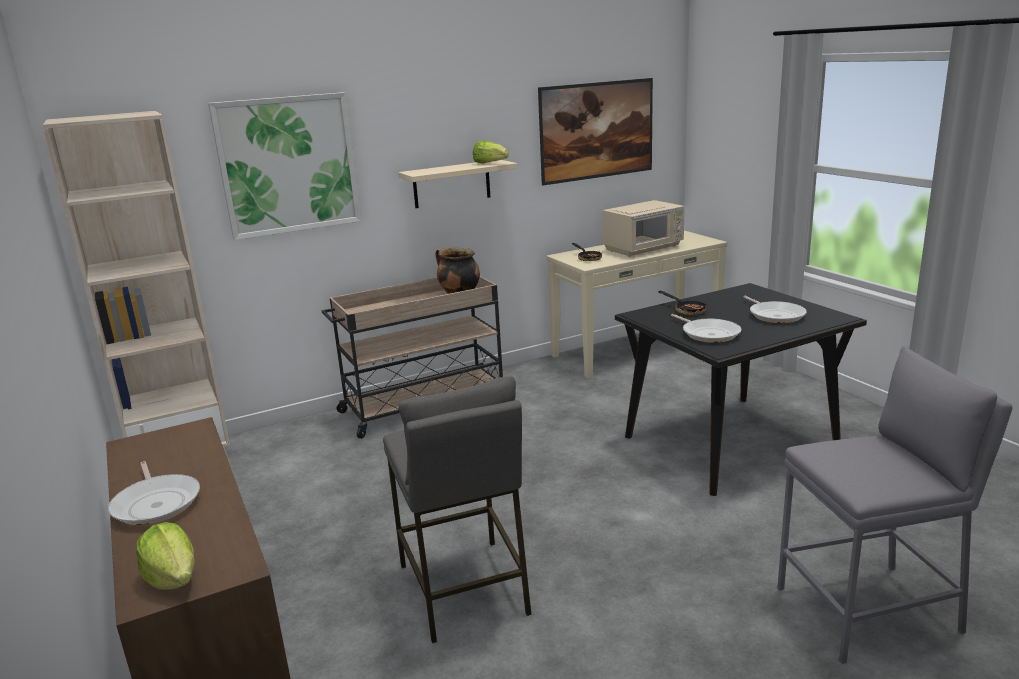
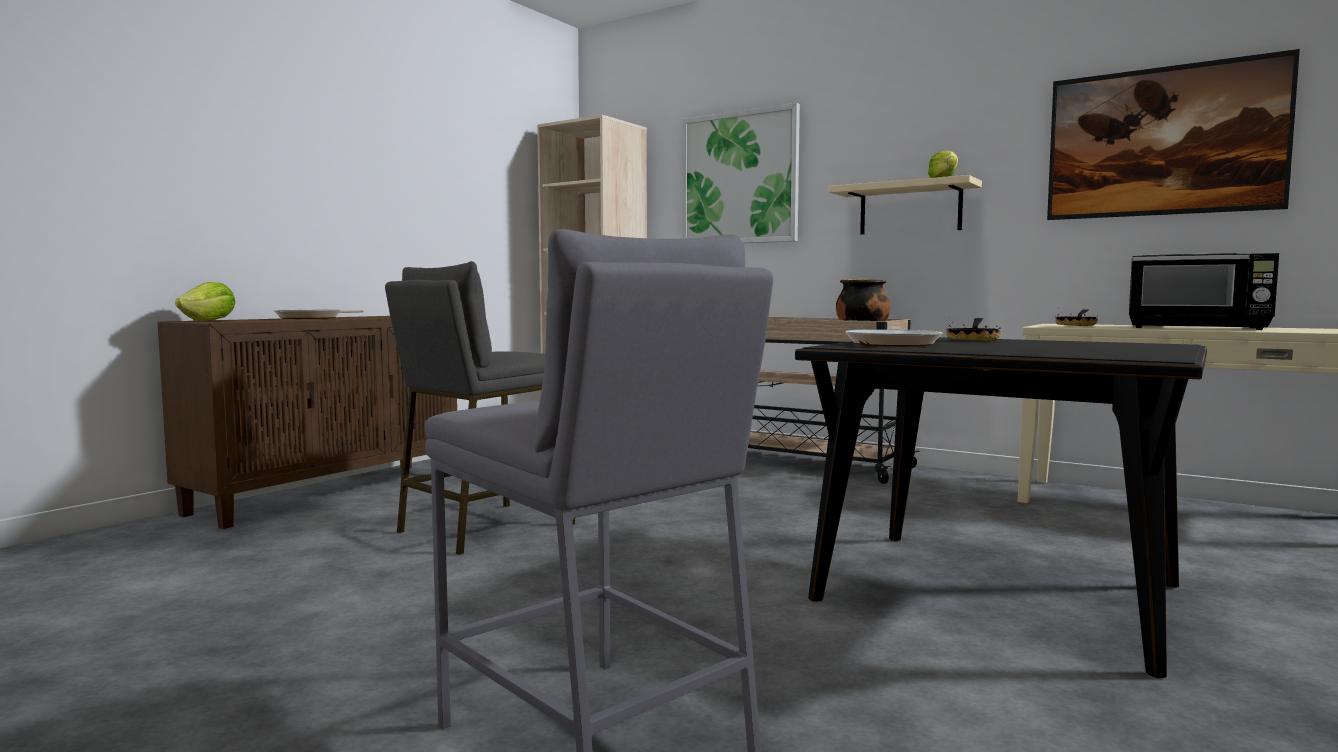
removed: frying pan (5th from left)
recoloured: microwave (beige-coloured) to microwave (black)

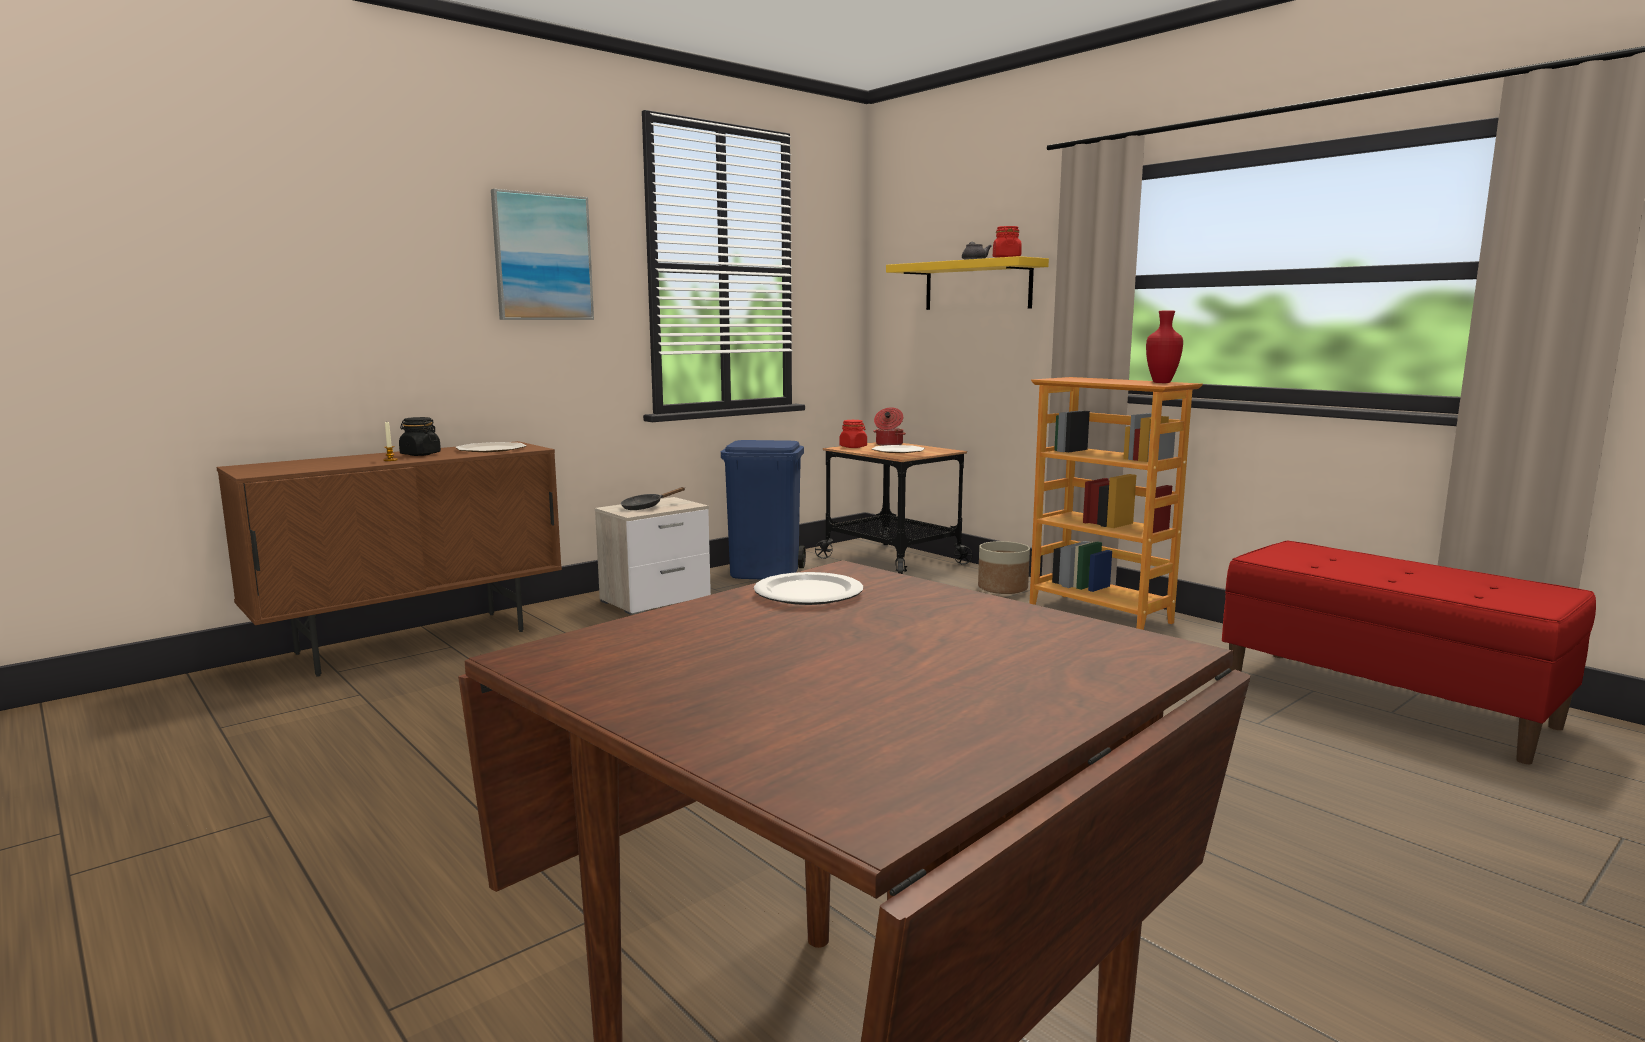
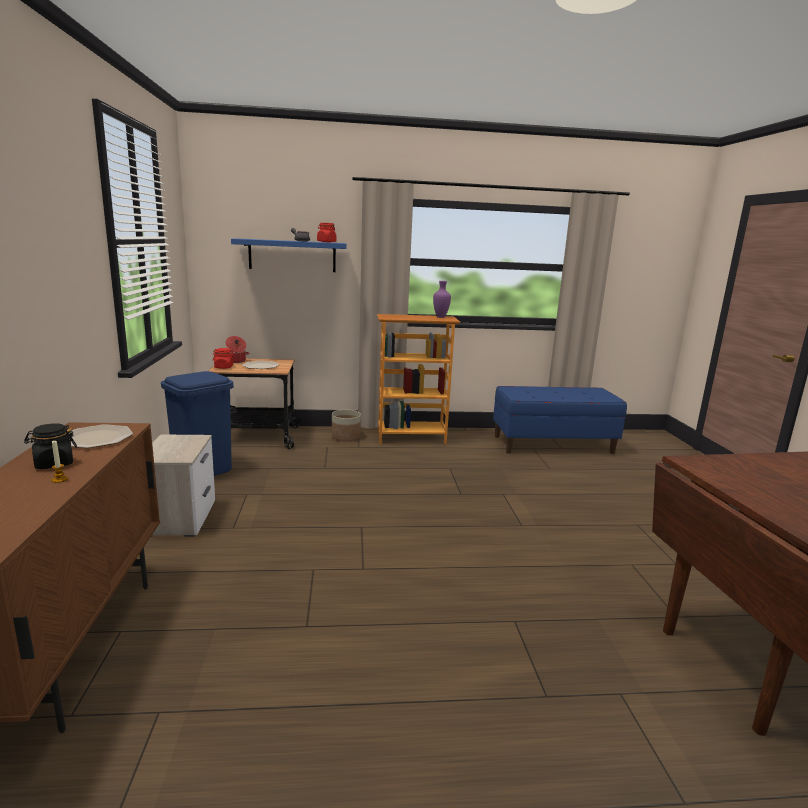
removed: picture; frying pan (black); flat dish (2nd from left)
recoloured: wall shelf (yellowish) to wall shelf (blue); vase (red) to vase (purple-coloured); long seat (red) to long seat (blue)

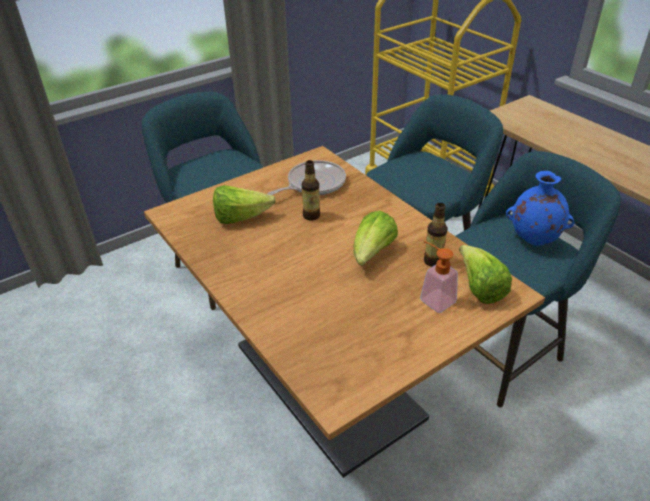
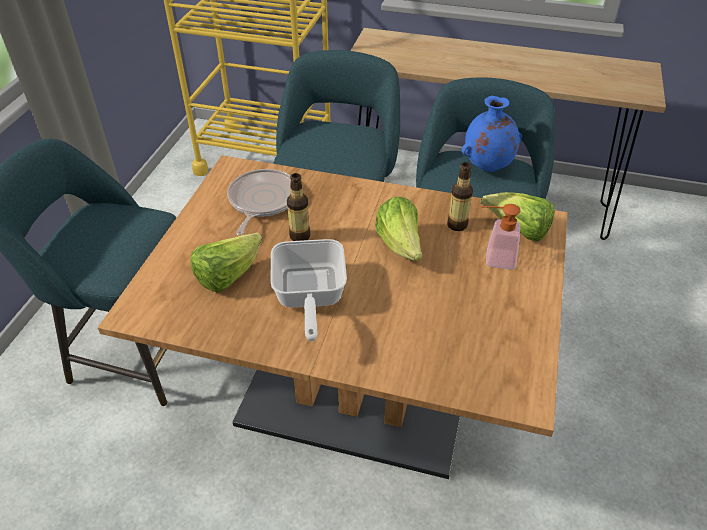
added: frying pan (2nd from left)

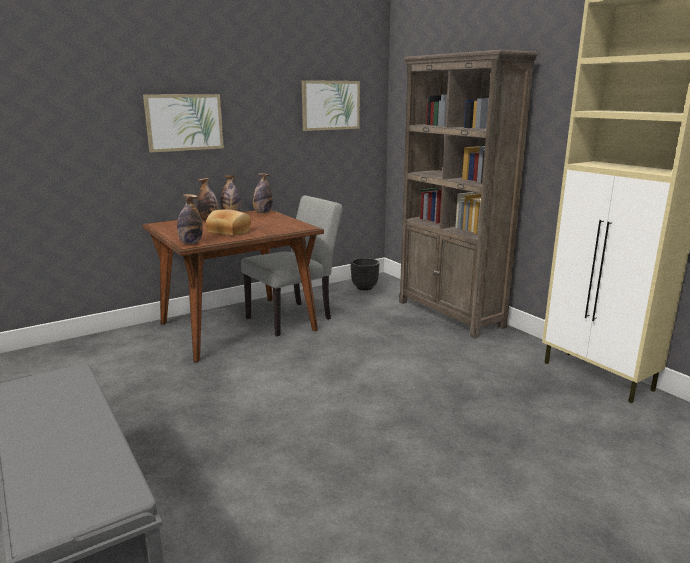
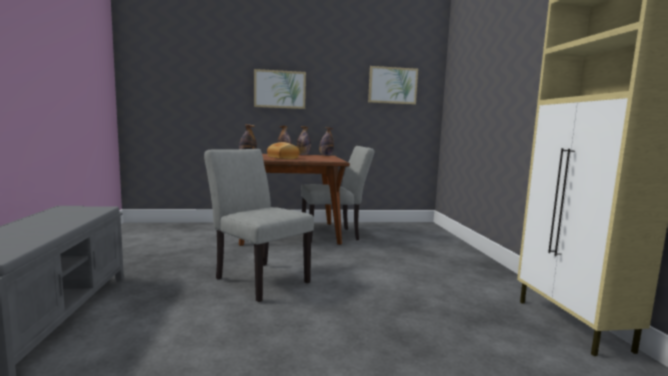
removed: shelving unit (brownish); plant pot (black)
added: upright chair (greyish) (1st from left)

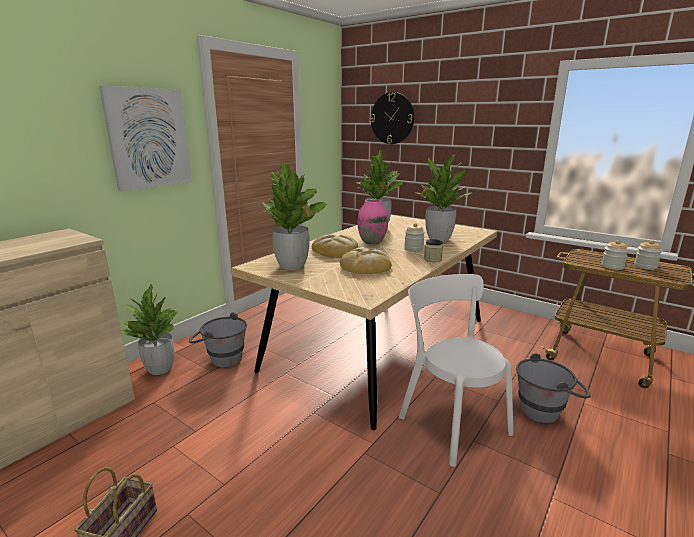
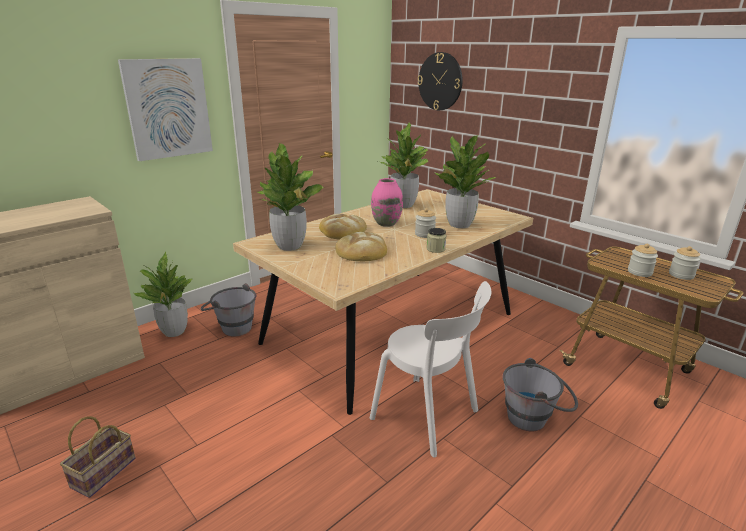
turned: upright chair (white) 150 degrees clockwise

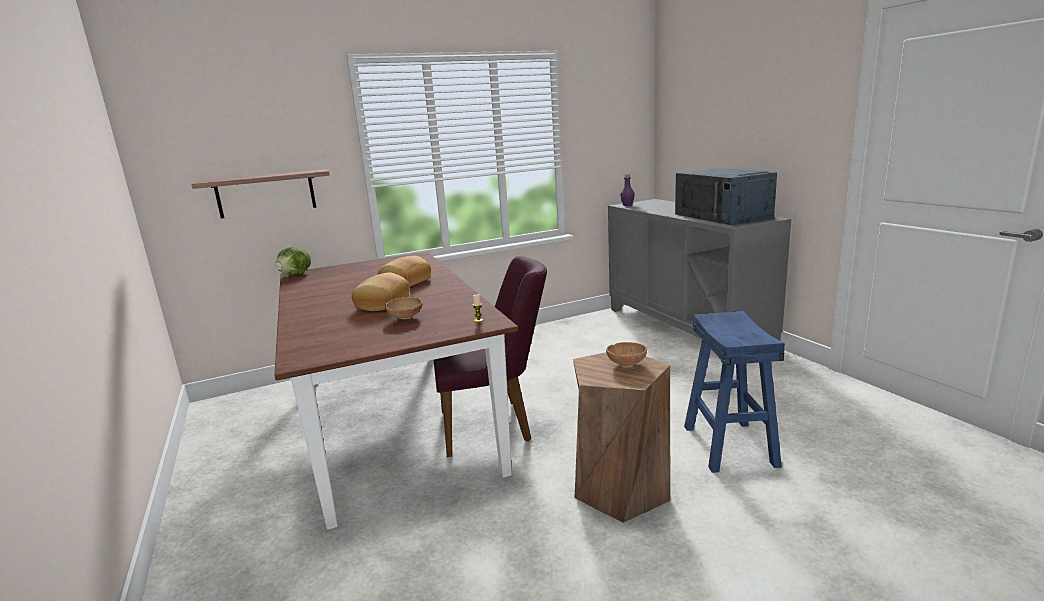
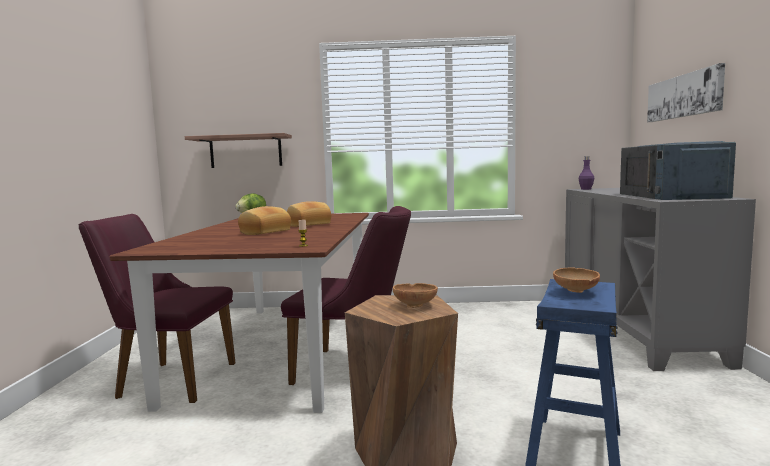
added: picture; upright chair (purple-coloured) (1st from left)
moved: serving bowl (brownish) (1st from left in the first image) to serving bowl (brownish) (2nd from left)

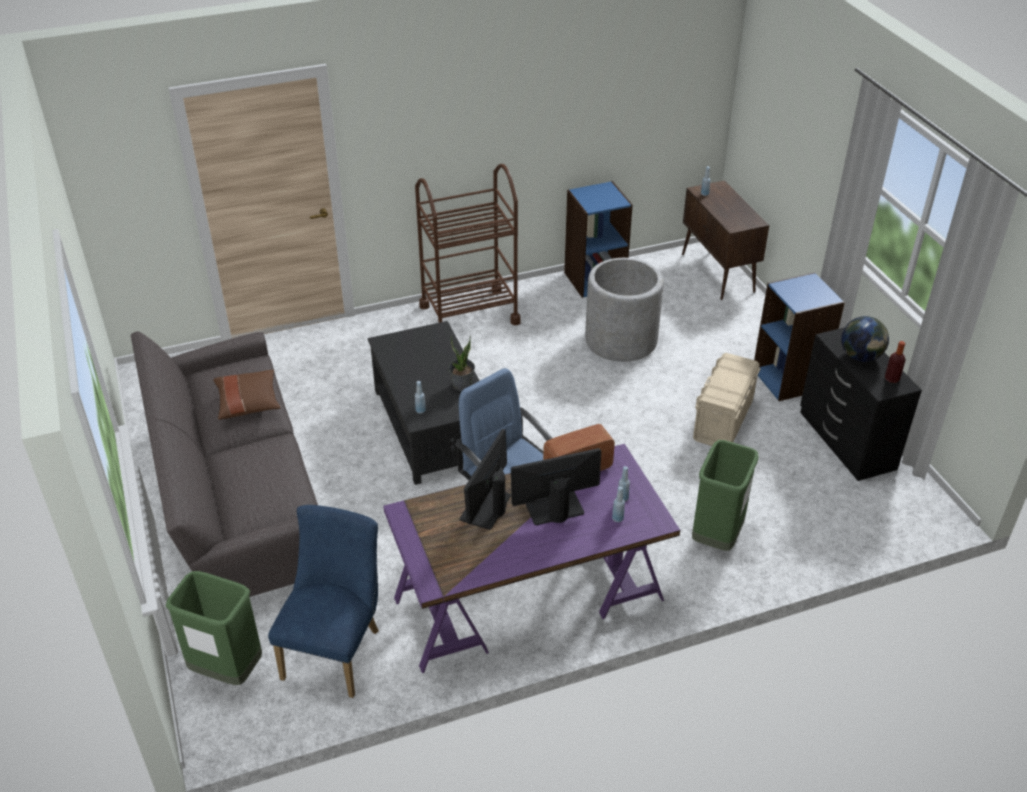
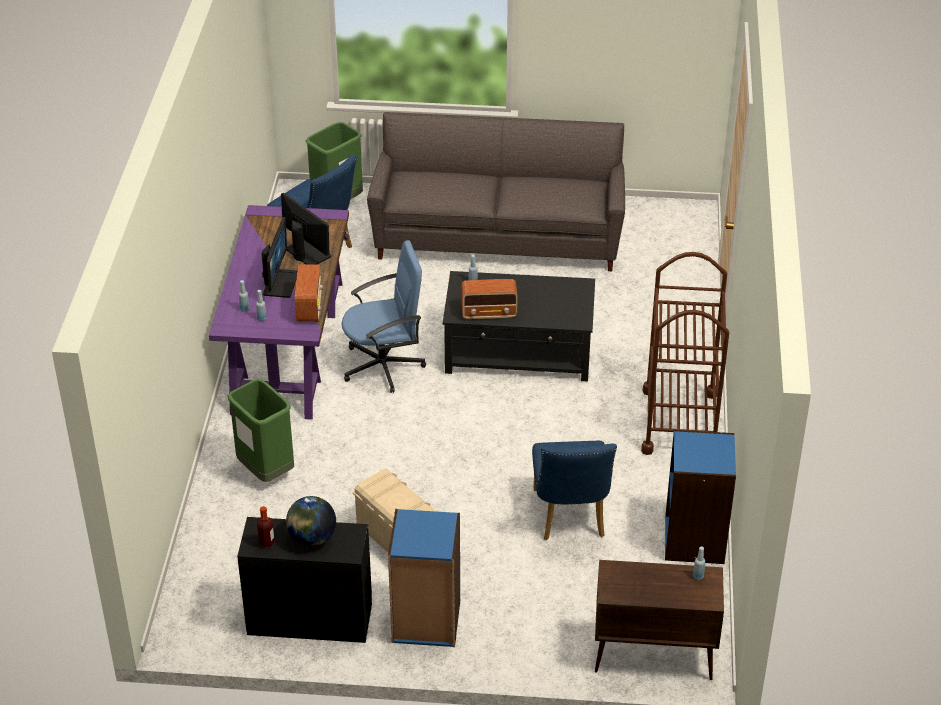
removed: pillow (brownish)
replaced: plant pot (greyish) to upright chair (blue) (2nd from left); potted plant to radio receiver (2nd from left)

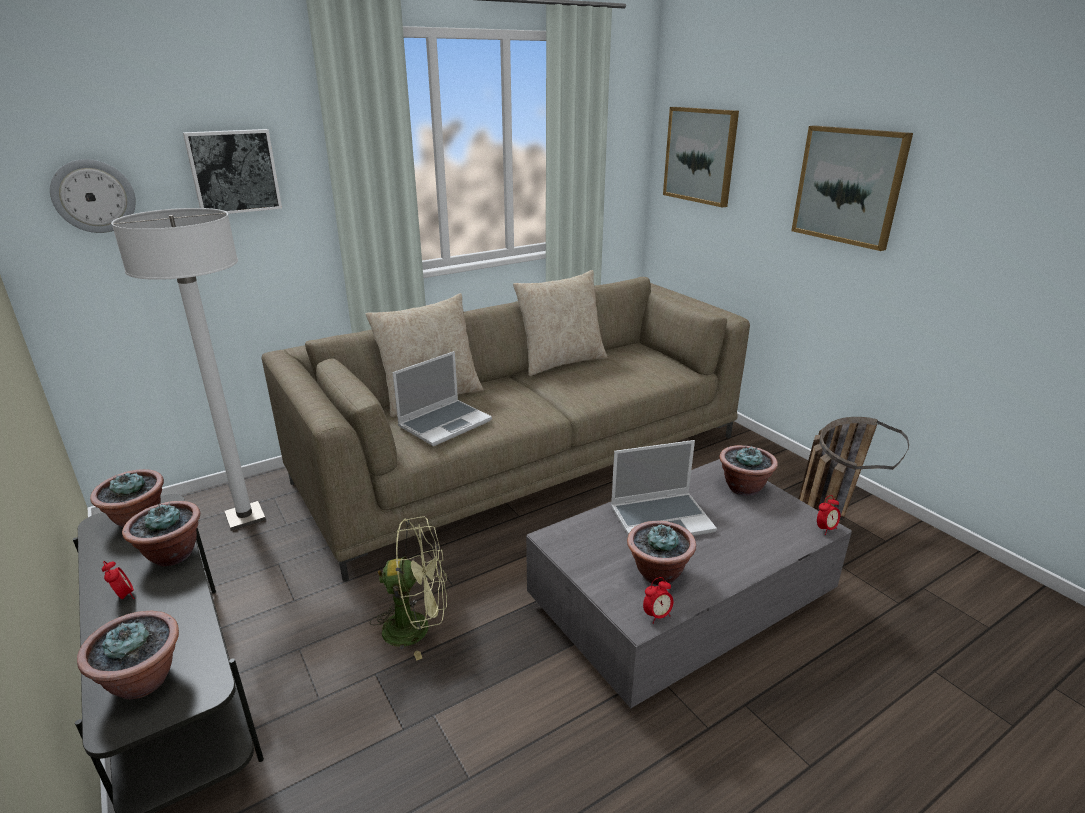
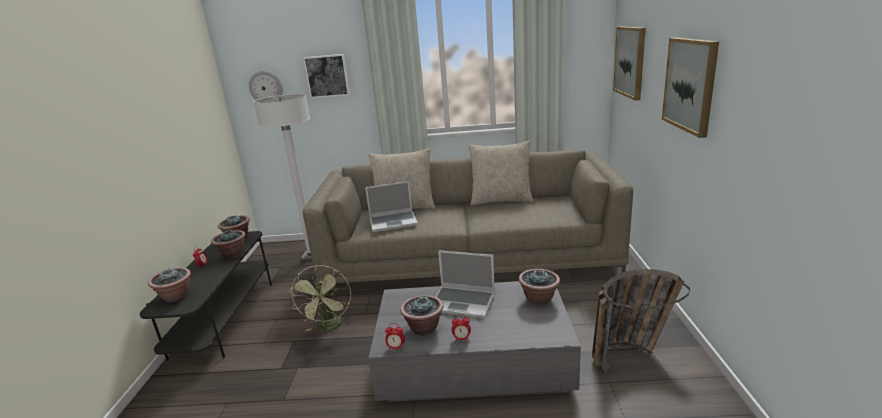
moved: table clock (3rd from left)
turned: cooling fan (green) 60 degrees clockwise

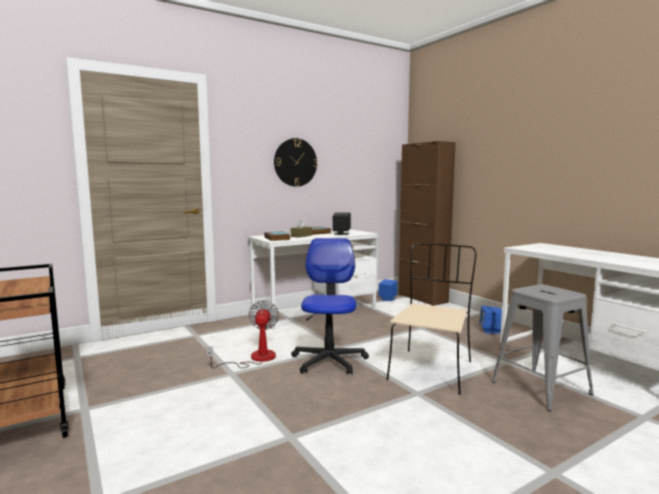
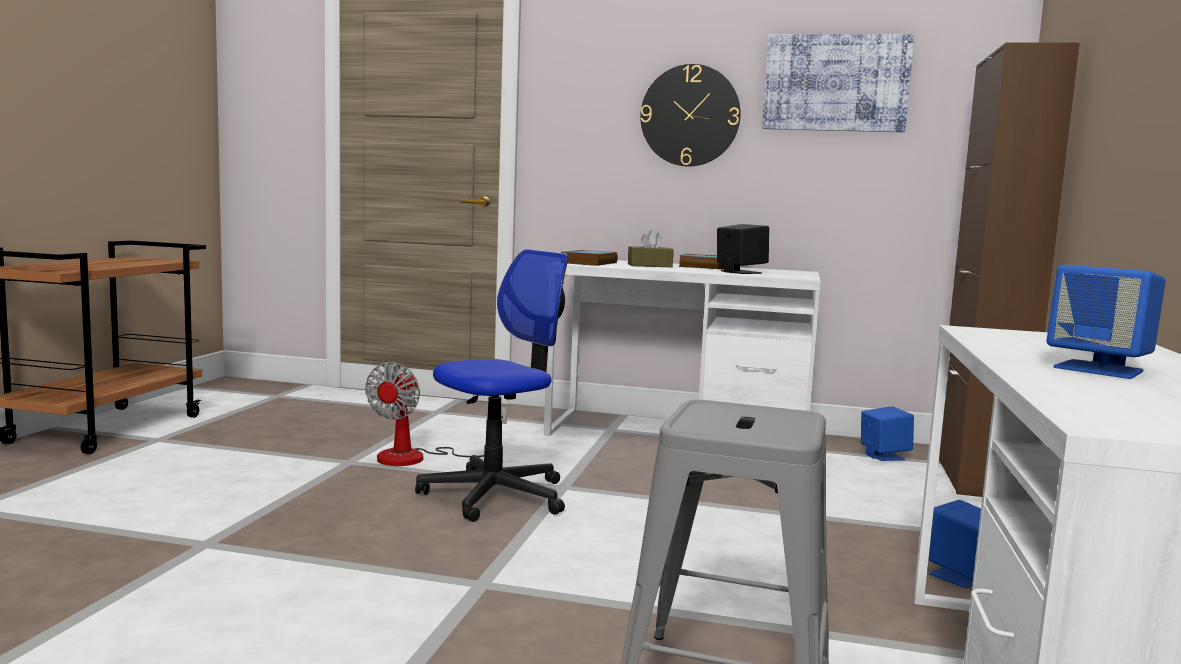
removed: upright chair (beige-coloured)
added: picture; audio speaker (blue) (3rd from left)
turned: cooling fan 150 degrees clockwise

